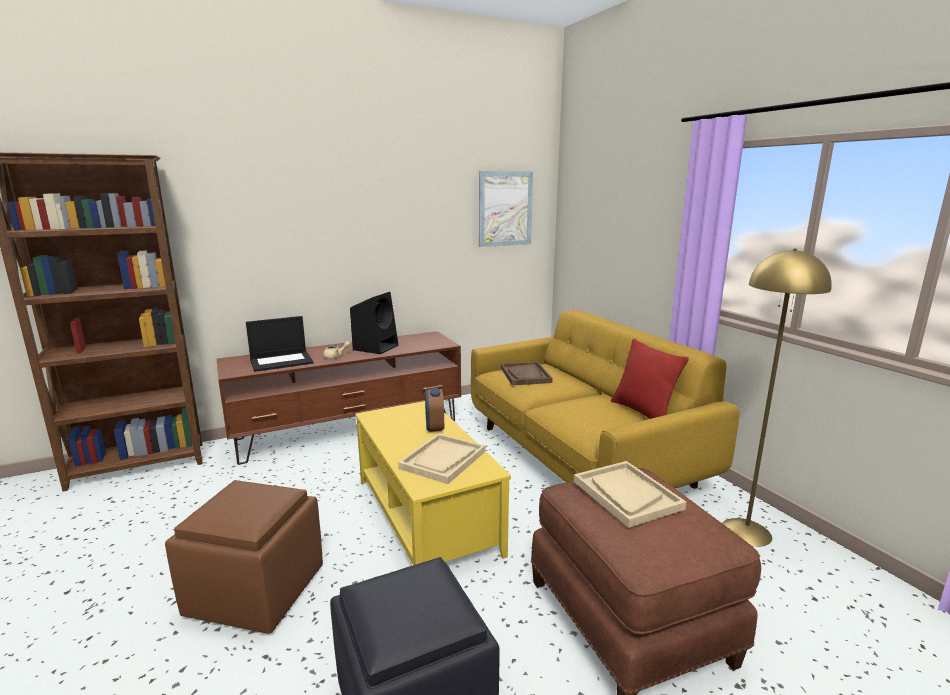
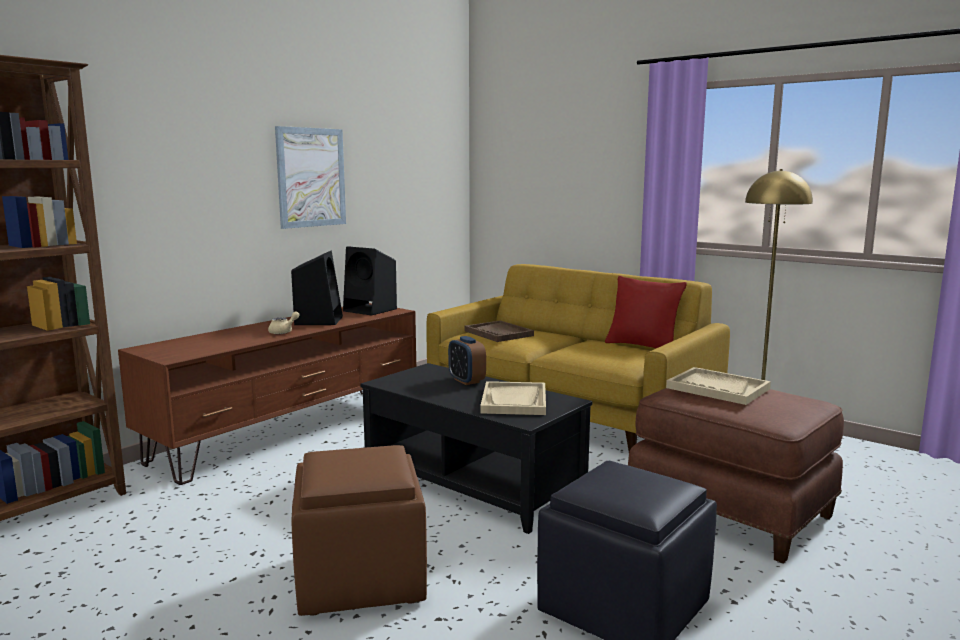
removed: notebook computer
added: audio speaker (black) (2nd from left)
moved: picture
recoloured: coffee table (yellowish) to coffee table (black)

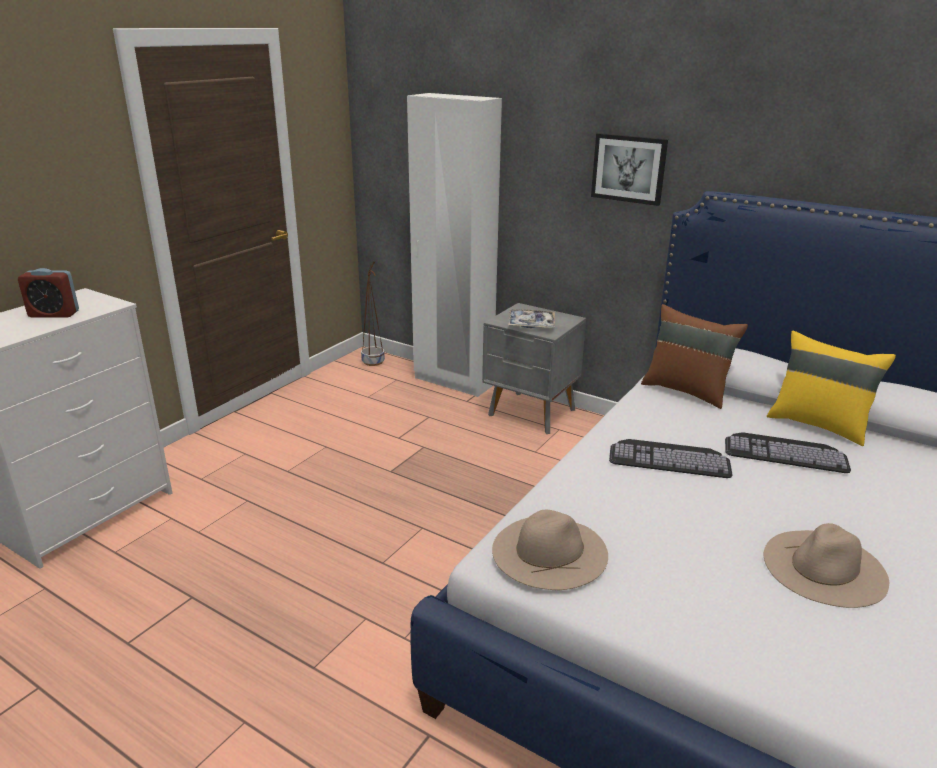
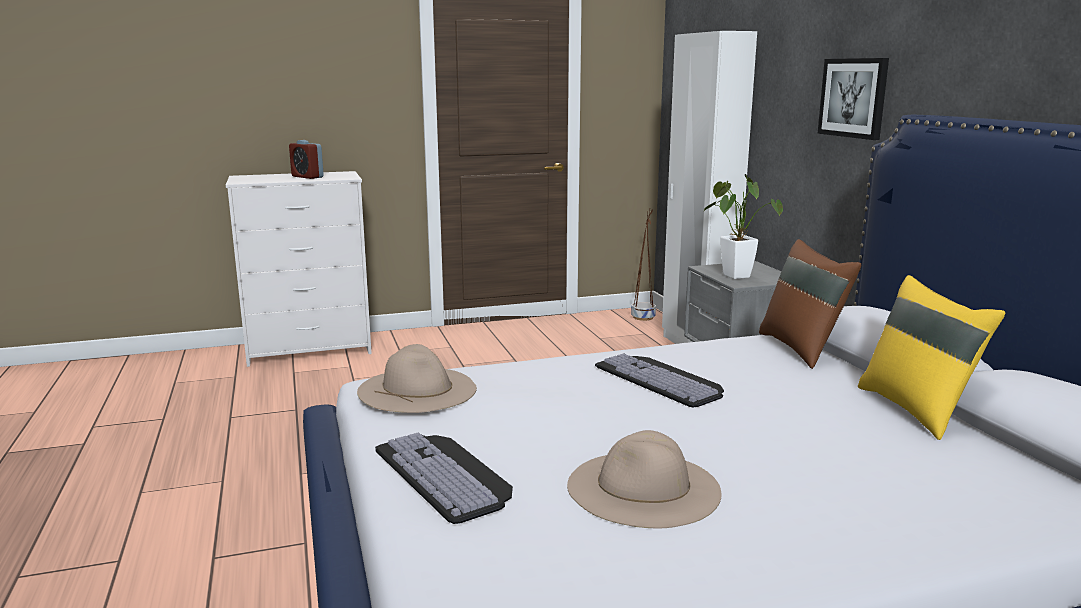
moved: PC keyboard (2nd from left in the first image) to PC keyboard (1st from left)
replaced: serving tray to potted plant

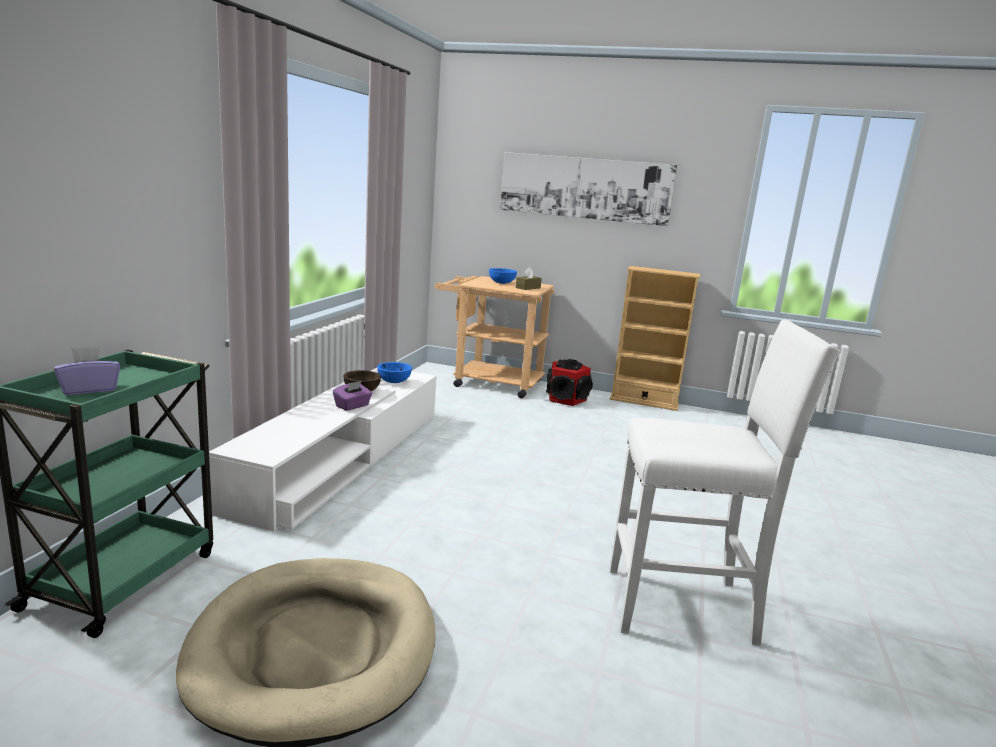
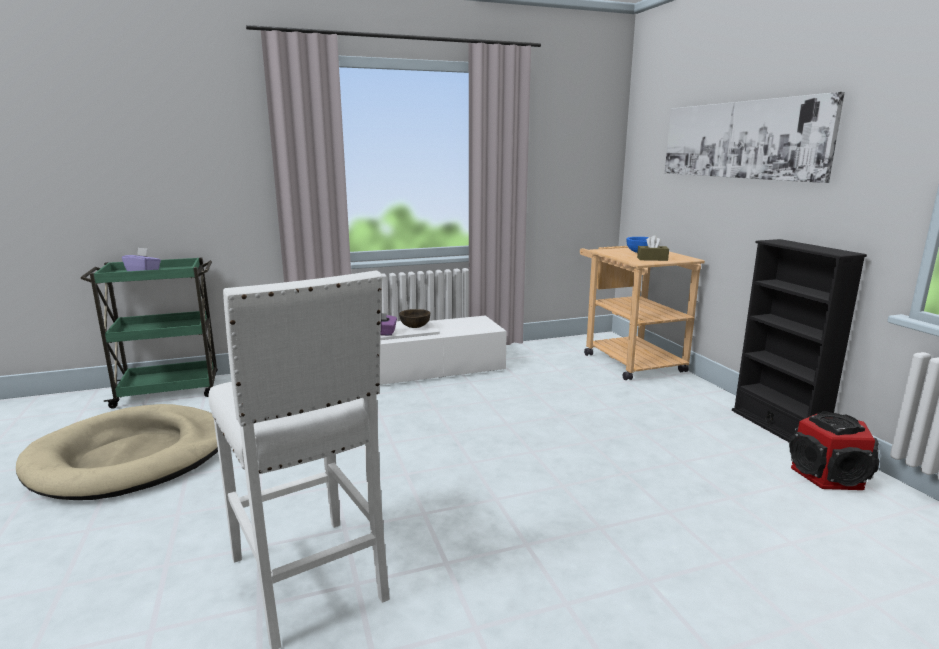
removed: serving bowl (blue) (1st from left)
moved: audio speaker
recoloured: shelving unit (beige-coloured) to shelving unit (black)

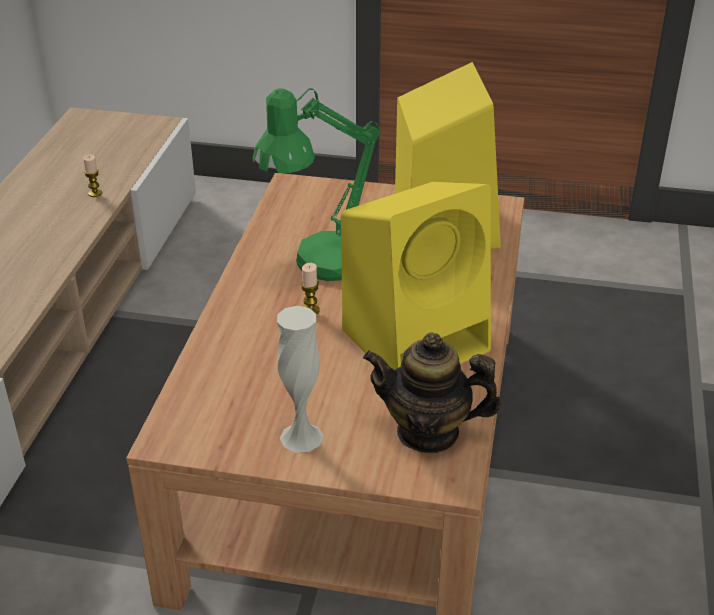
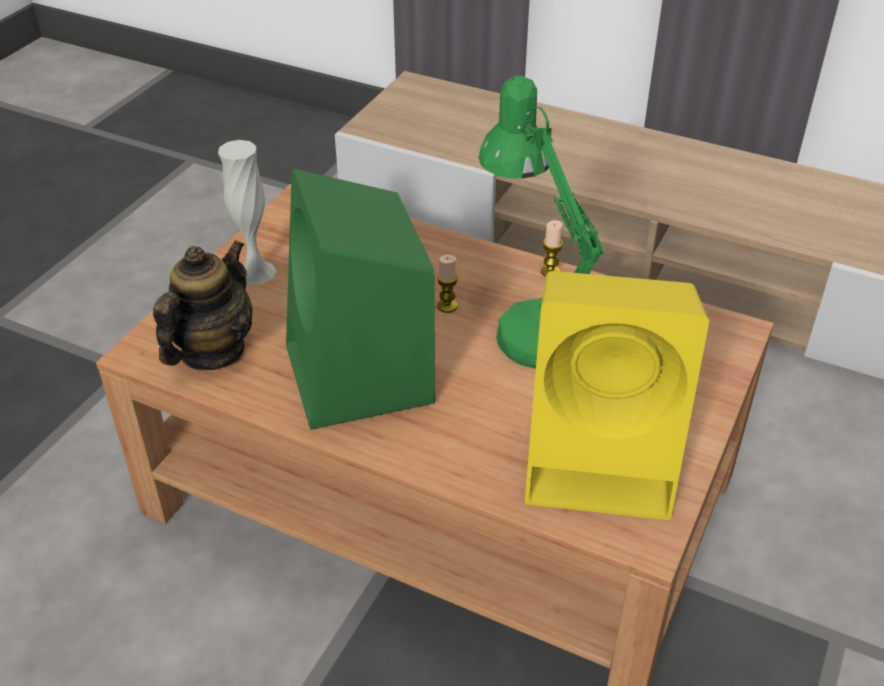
moved: candle (1st from left in the first image) to candle (2nd from left)
recoloured: audio speaker (yellowish) (1st from left) to audio speaker (green)

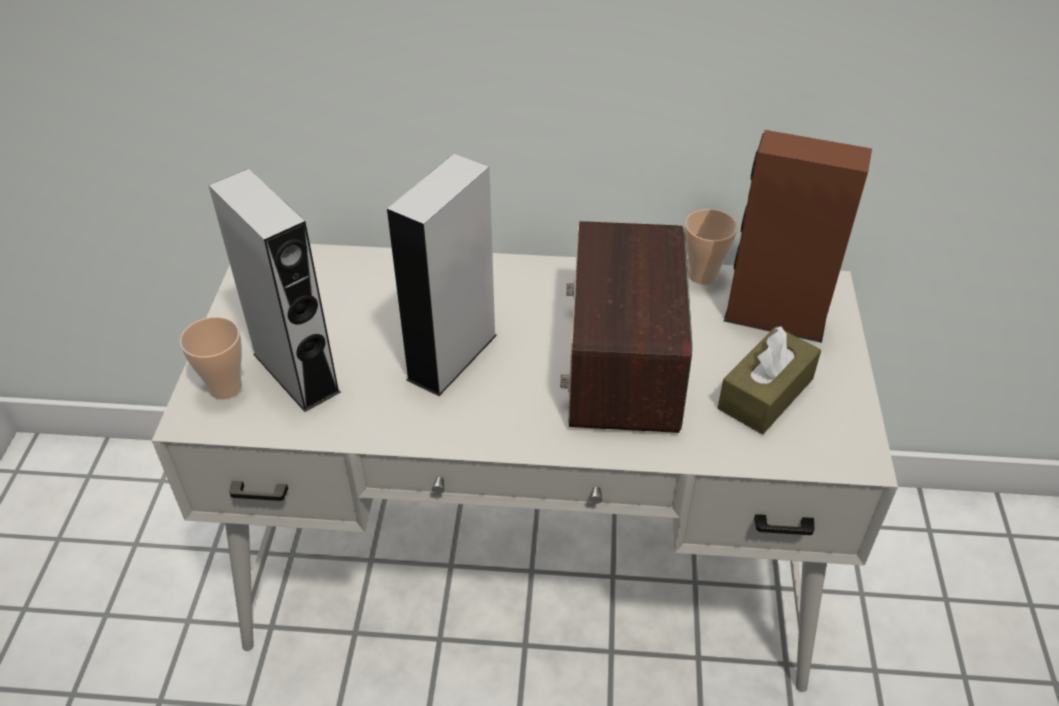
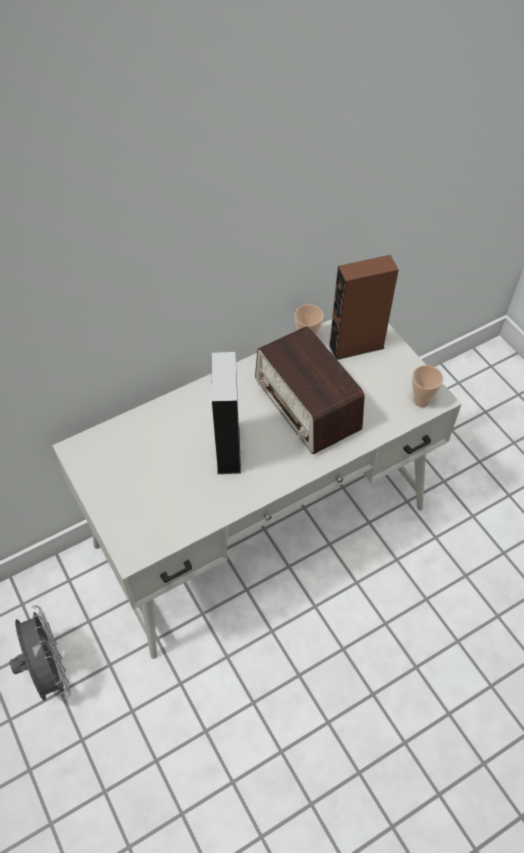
removed: audio speaker (greyish) (1st from left); box of tissues (brownish)
added: cooling fan (greyish)
moved: drinking cup (1st from left in the first image) to drinking cup (2nd from left)

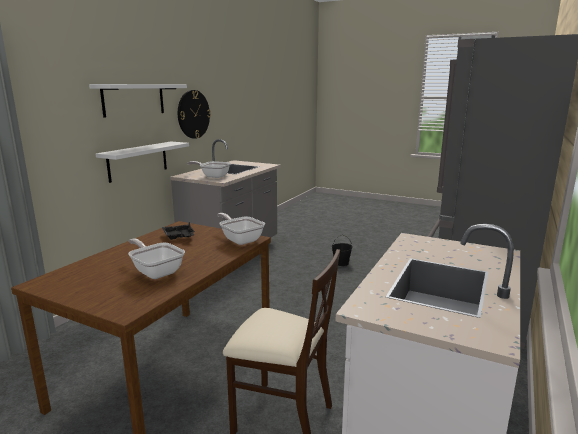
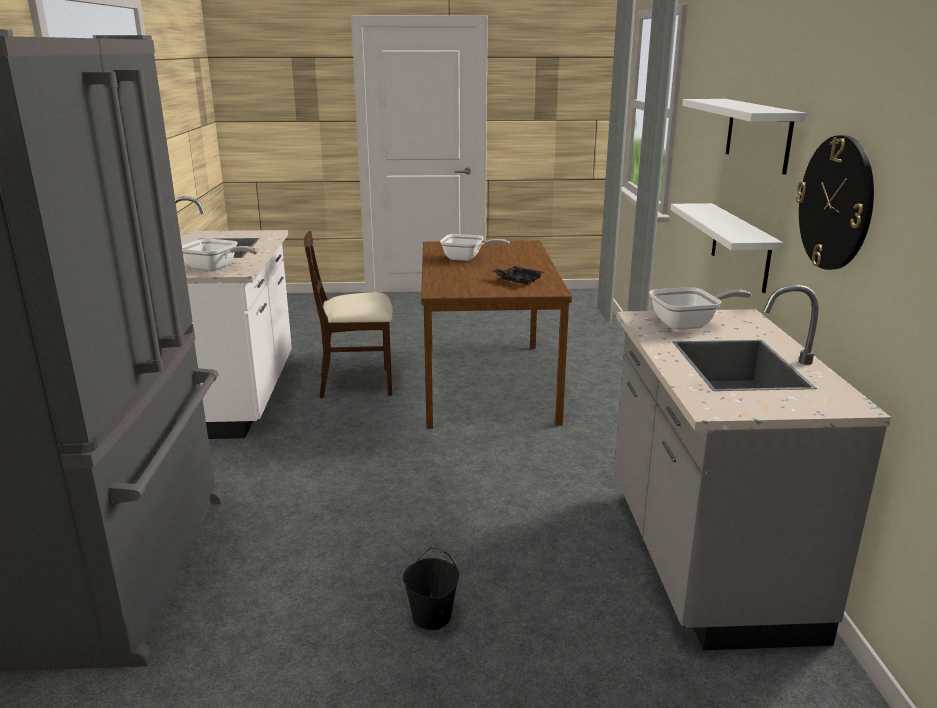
moved: frying pan (3rd from left in the first image) to frying pan (1st from left)

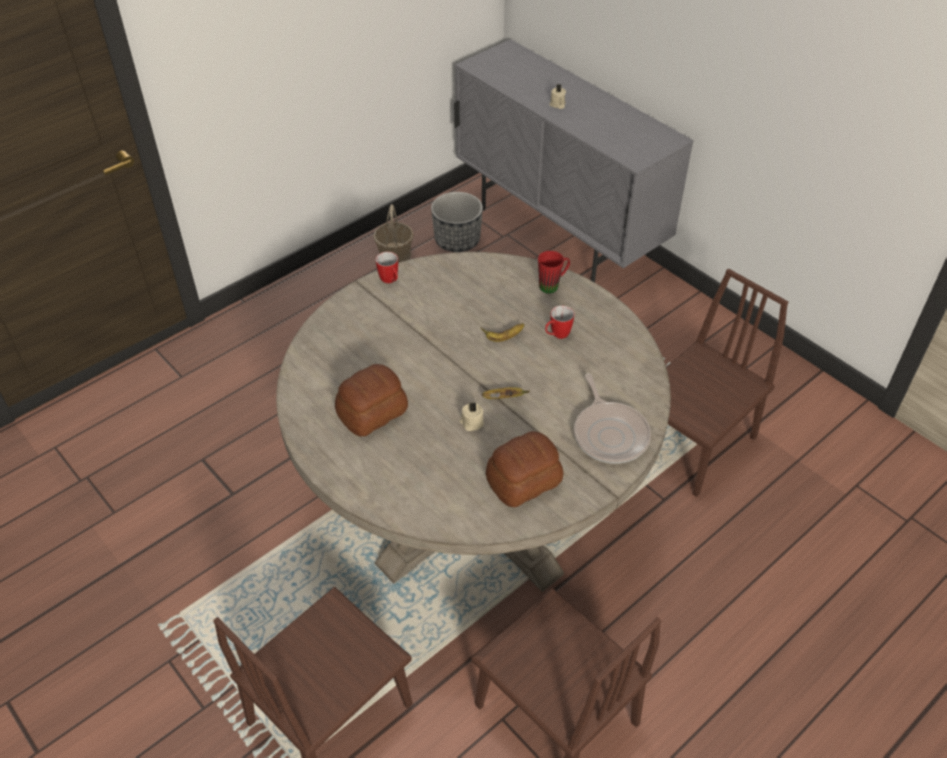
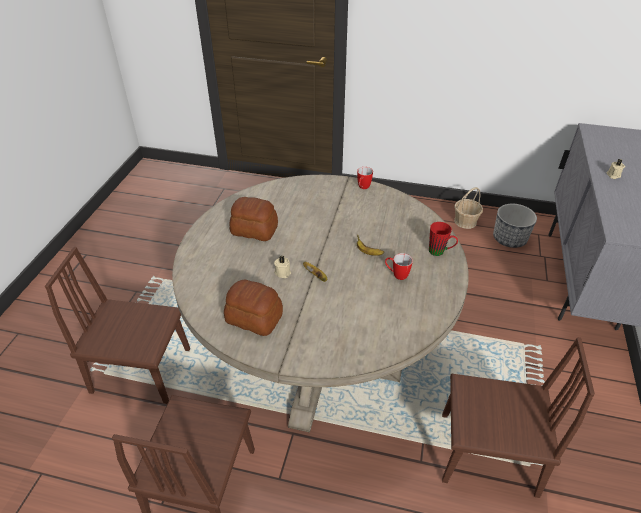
removed: frying pan

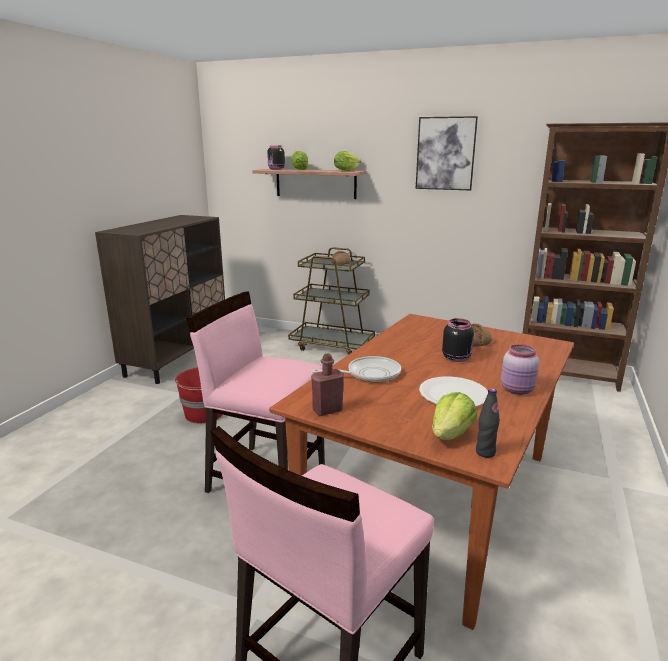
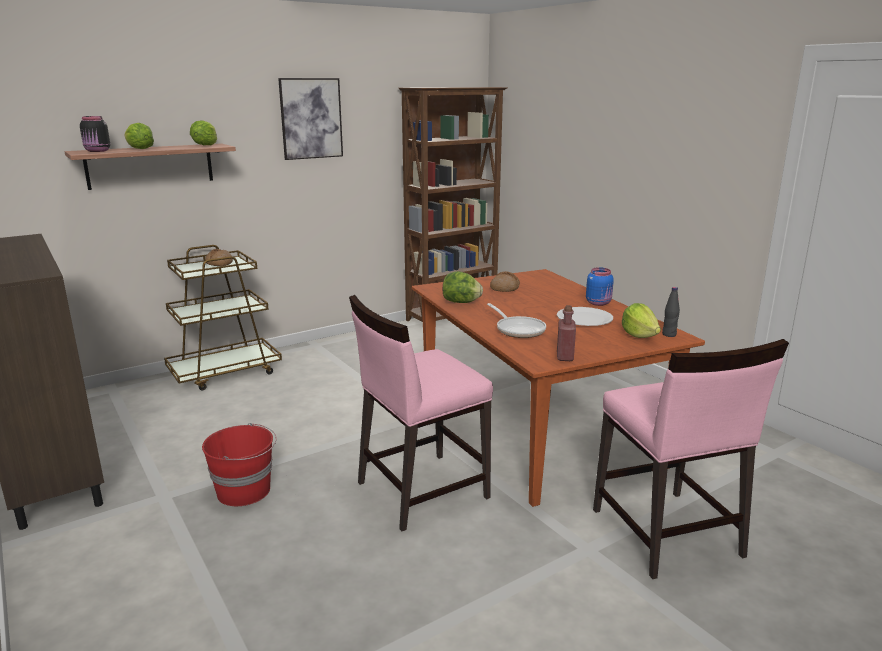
removed: preserve jar (black) (2nd from left)
added: lettuce head (3rd from left)
recoloured: preserve jar (pinkish) to preserve jar (blue)
turned: frying pan 135 degrees clockwise

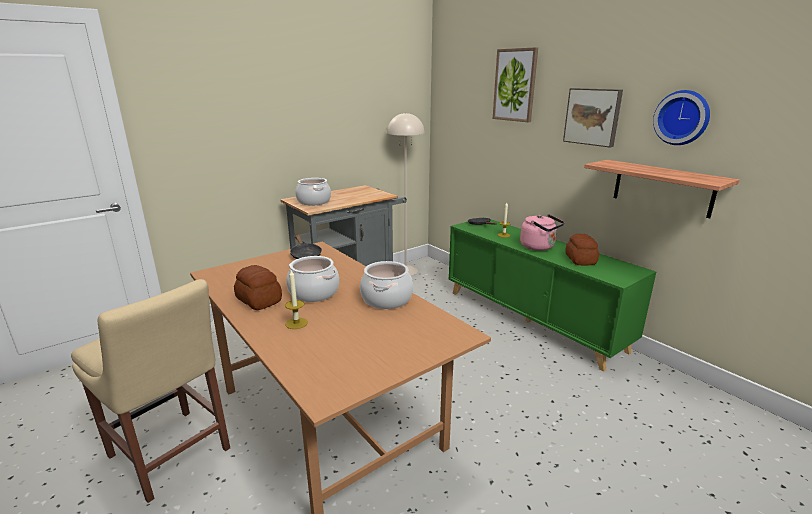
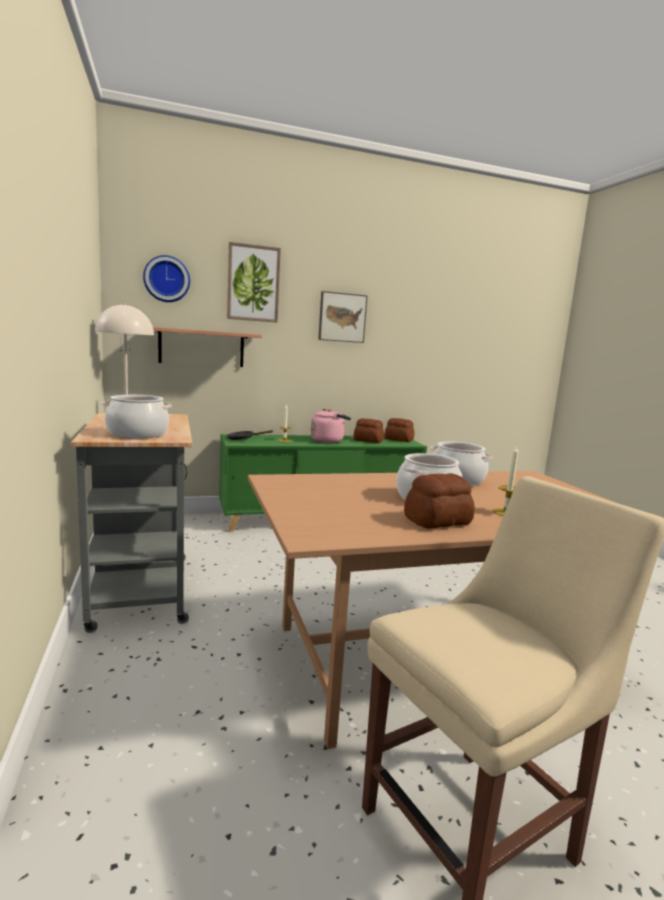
removed: frying pan (black) (1st from left)
added: baked bread (2nd from left)
moved: hanging clock; wall shelf

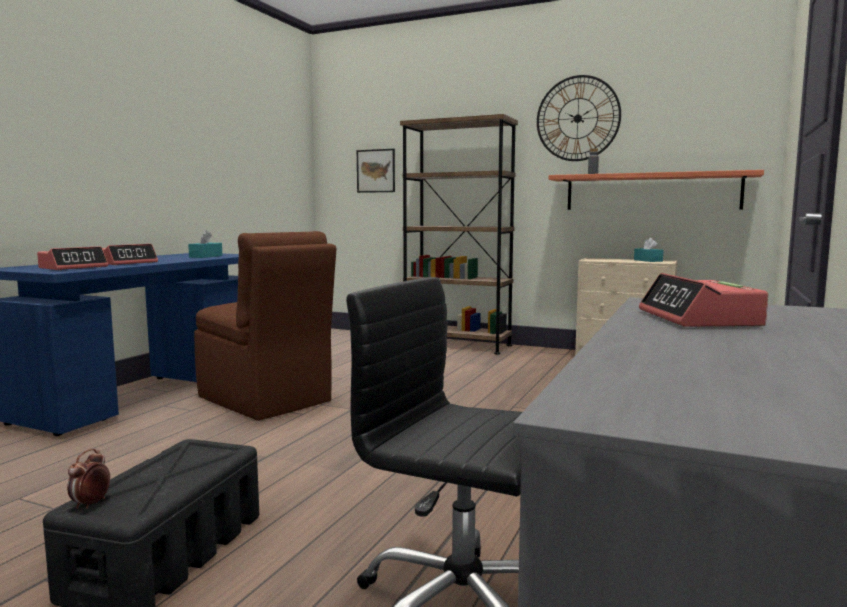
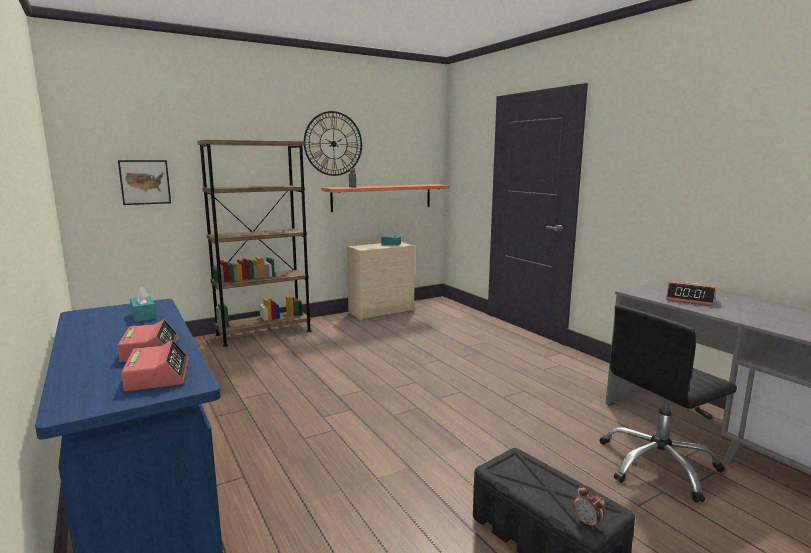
removed: upright chair (brownish)

